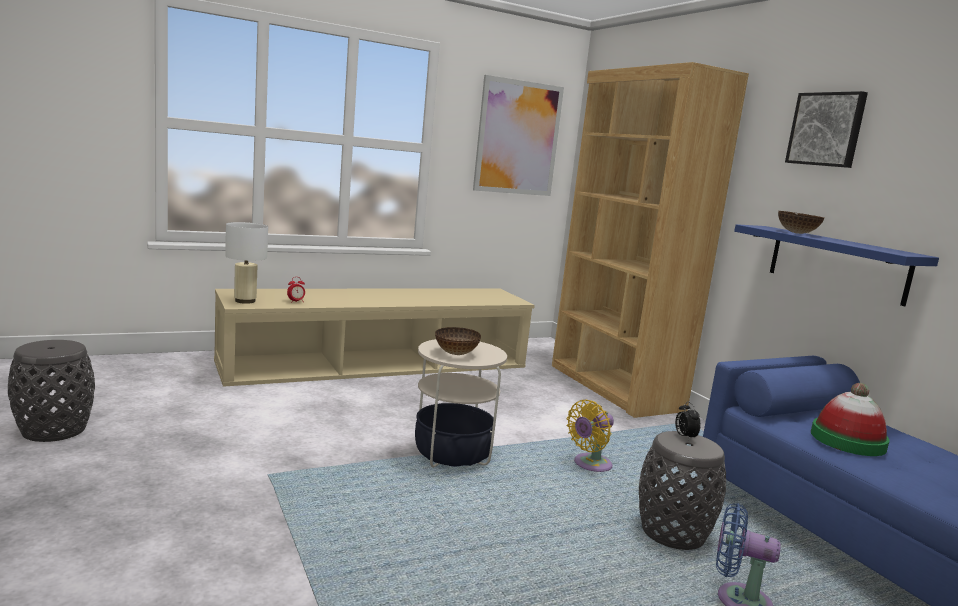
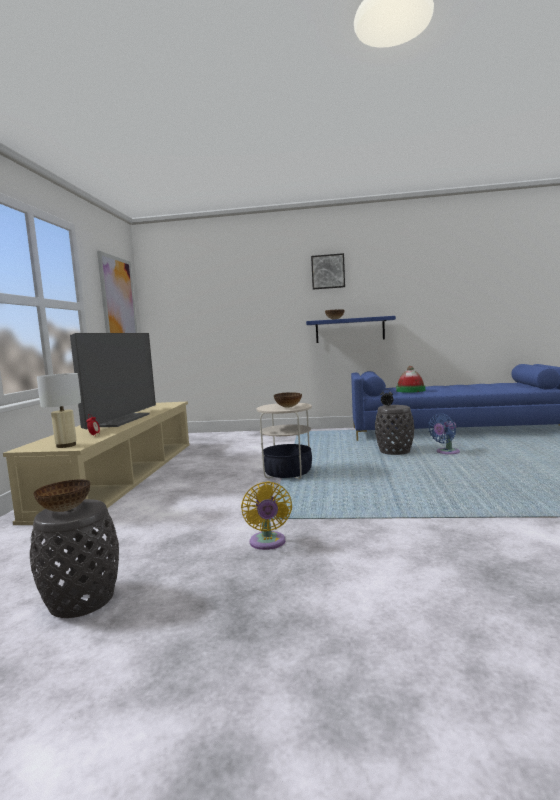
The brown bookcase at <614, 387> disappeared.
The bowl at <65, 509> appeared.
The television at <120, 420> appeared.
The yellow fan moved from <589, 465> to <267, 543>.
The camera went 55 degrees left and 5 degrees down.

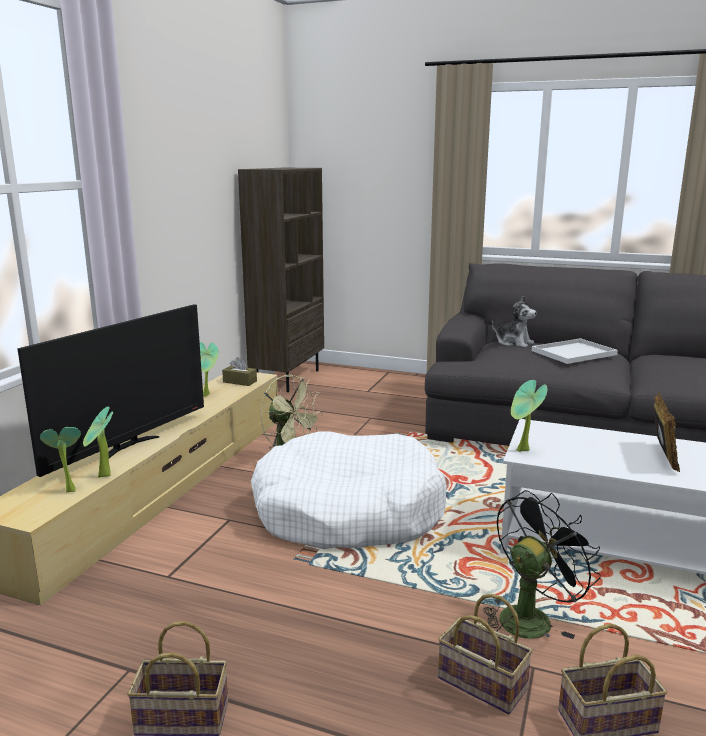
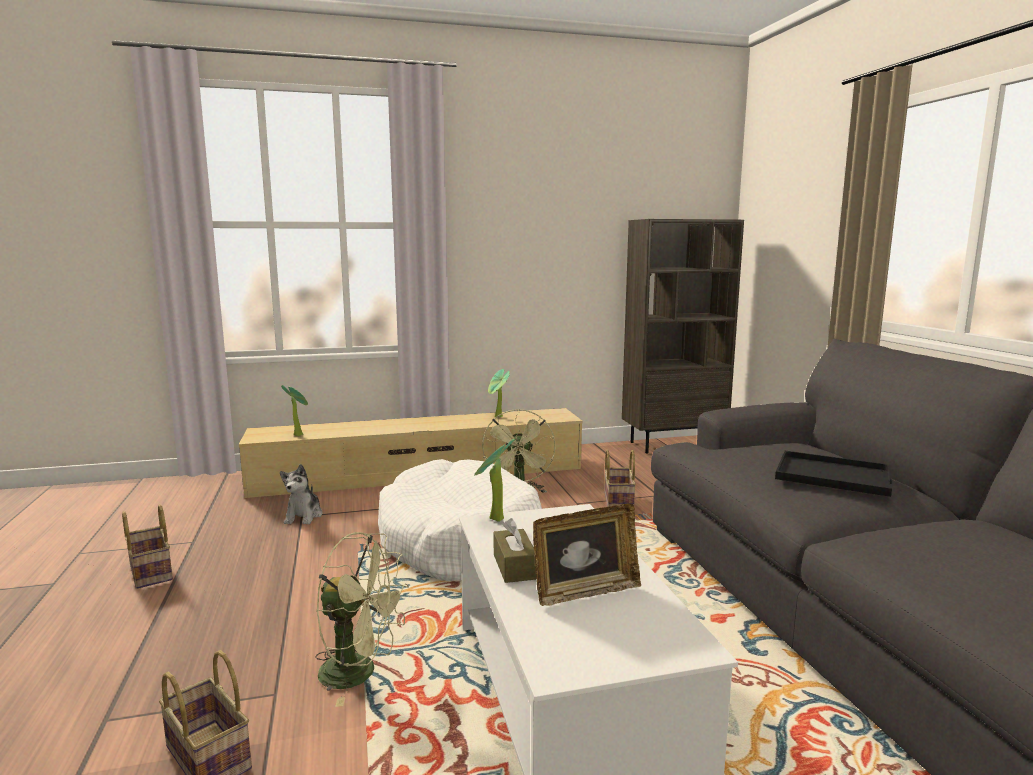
The television at <128, 446> disappeared.
The potted plant at <103, 477> disappeared.
The brown tissue box moved from <240, 381> to <514, 566>.
The basket moved from <479, 683> to <617, 501>.
The plush toy moved from <514, 343> to <304, 516>.
The black fan at <530, 616> became the green fan at <360, 673>.
The white tray at <574, 352> became the black tray at <835, 475>.
The camera went 55 degrees right and 5 degrees down.

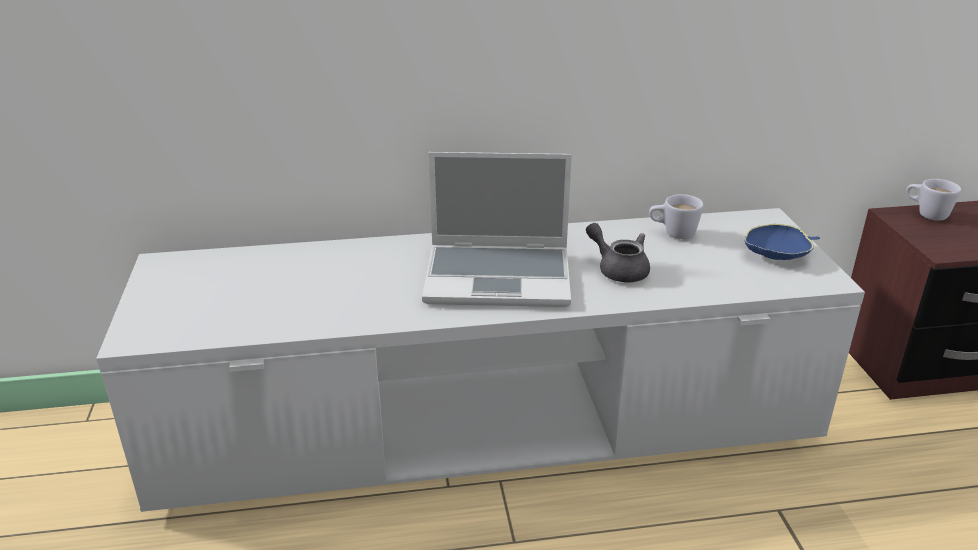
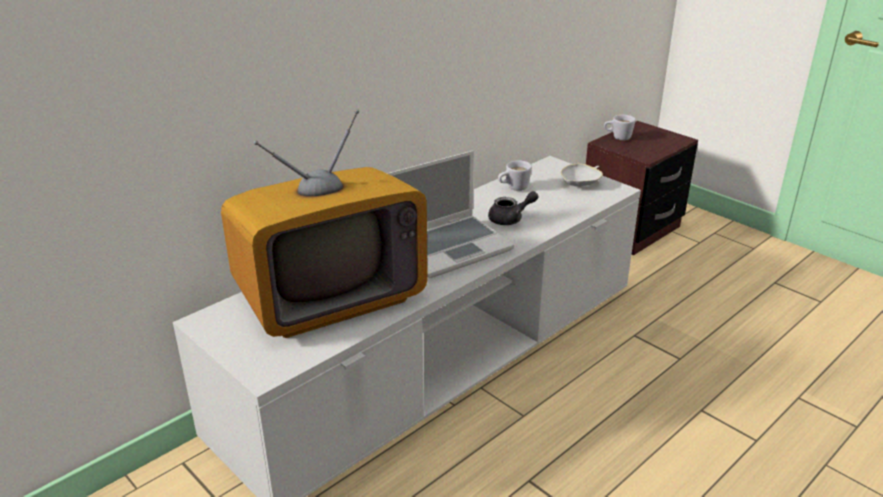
The television at <329, 296> appeared.
The blue bowl at <777, 255> became the white bowl at <580, 183>.
The grey teapot at <618, 269> turned 150 degrees clockwise.
The camera went 35 degrees left and 0 degrees up.

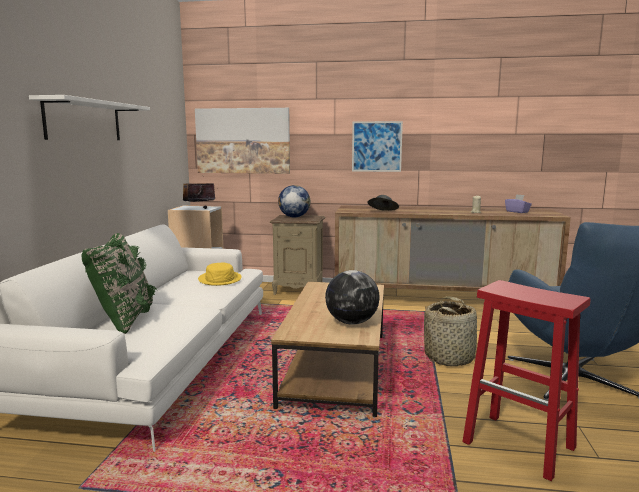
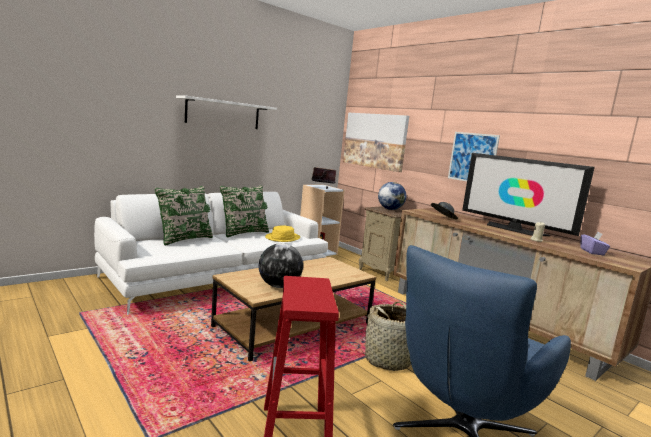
The green pillow at <244, 233> appeared.
The television at <514, 229> appeared.
The camera went 40 degrees right and 0 degrees up.

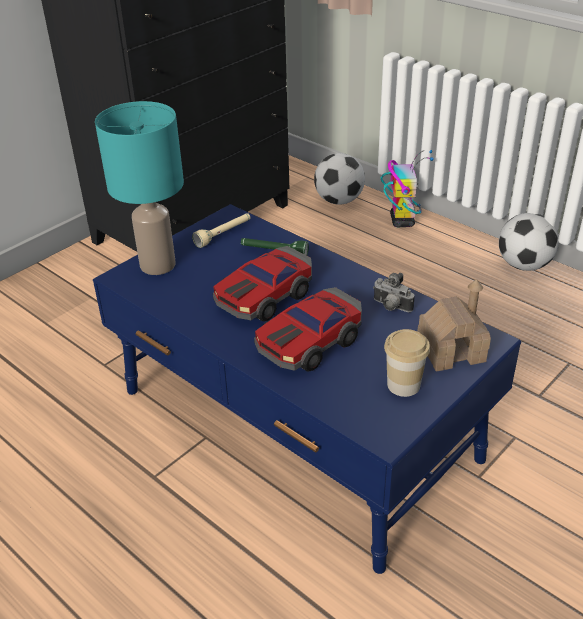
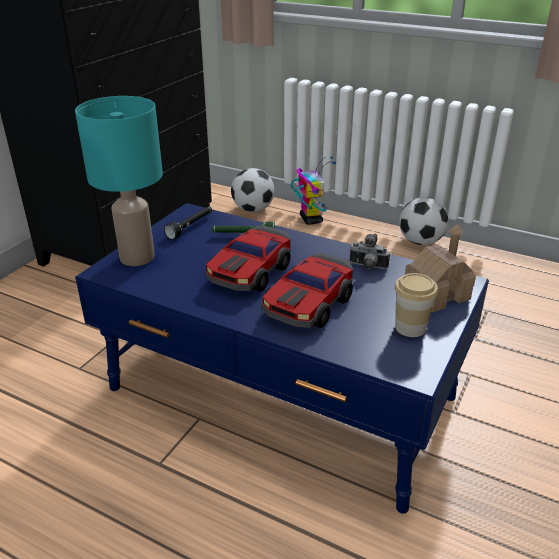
The beige flashlight at <223, 235> became the black flashlight at <191, 227>.
The camera went 15 degrees left and 5 degrees down.

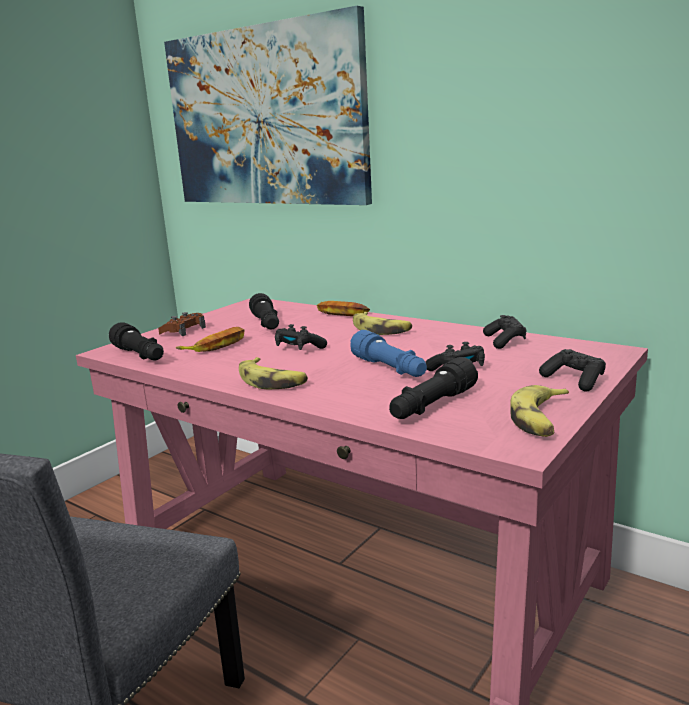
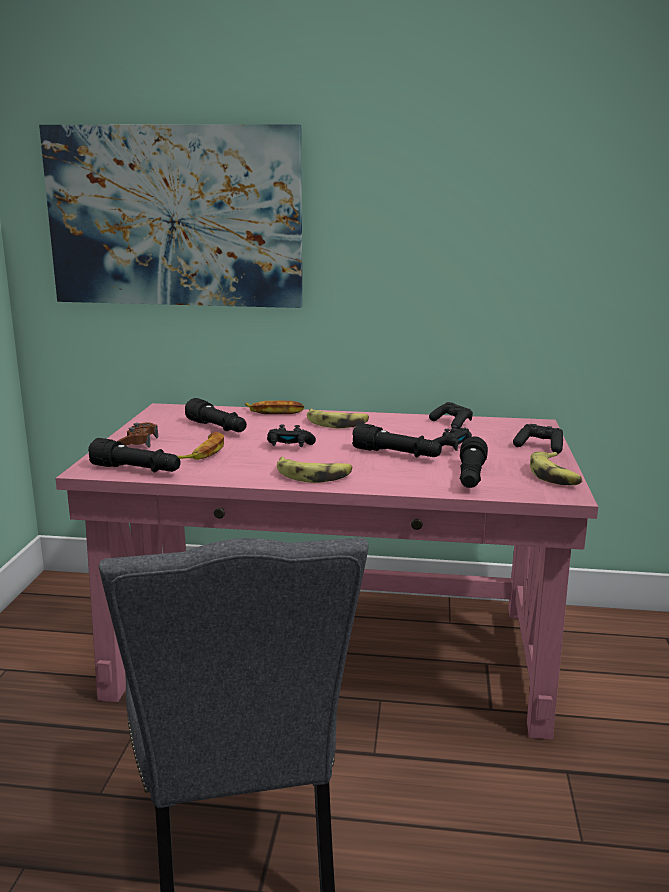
The blue flashlight at <390, 369> became the black flashlight at <397, 454>.
The camera went 30 degrees left and 0 degrees up.

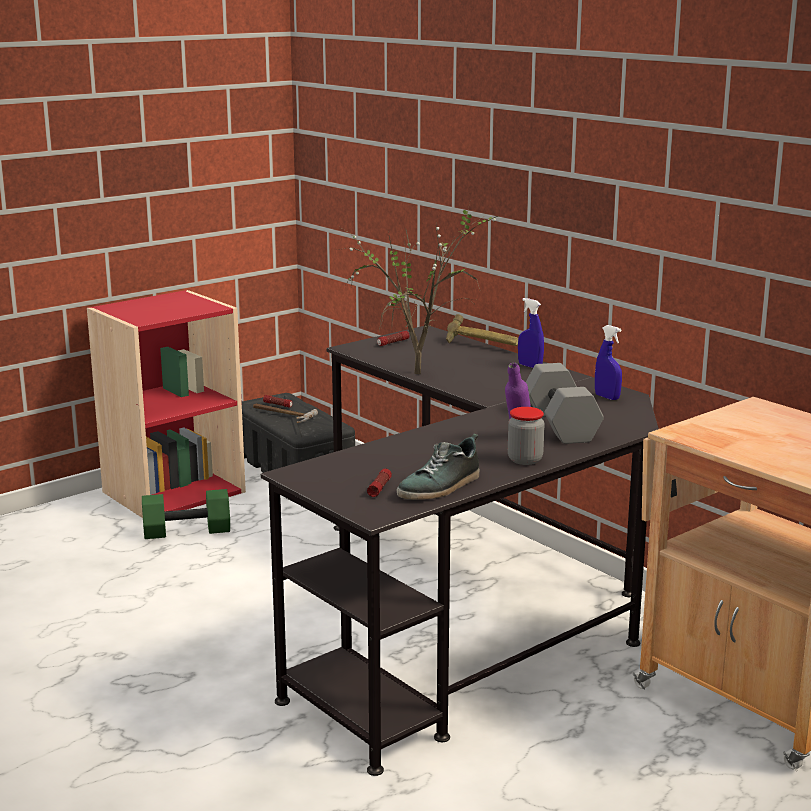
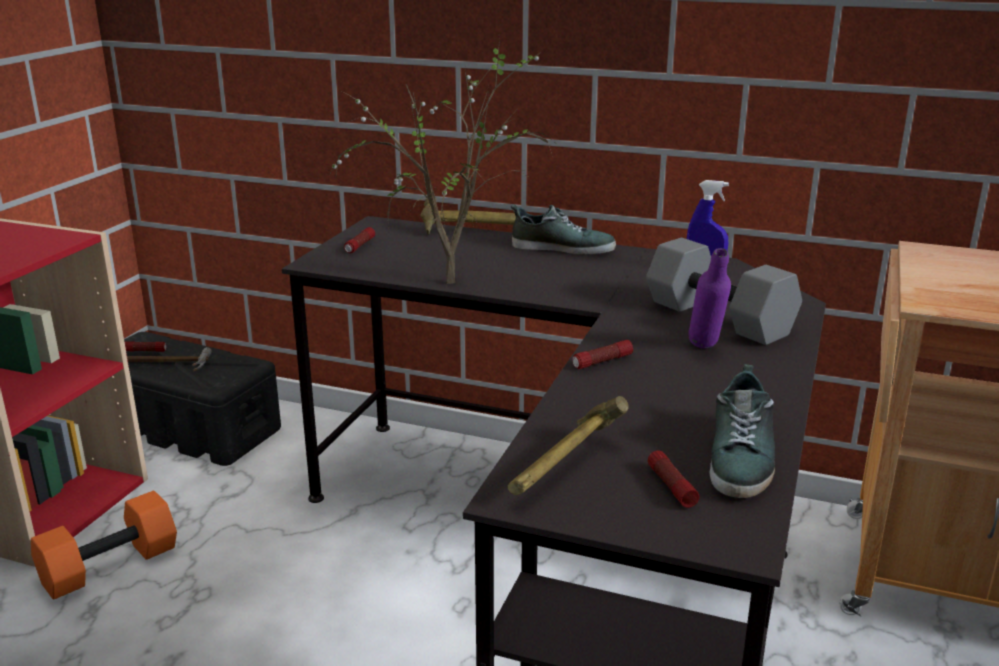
The jar at <525, 460> disappeared.
The hammer at <563, 469> appeared.
The flashlight at <602, 362> appeared.
The blue spray bottle at <530, 366> was replaced by the shoe at <562, 247>.
The green dumbbell at <188, 530> became the orange dumbbell at <110, 564>.
The camera went 30 degrees left and 5 degrees up.

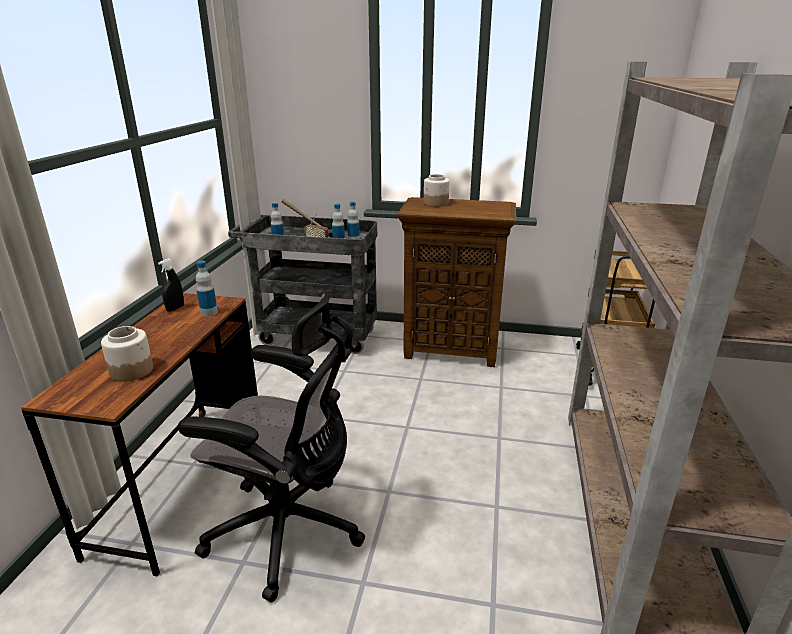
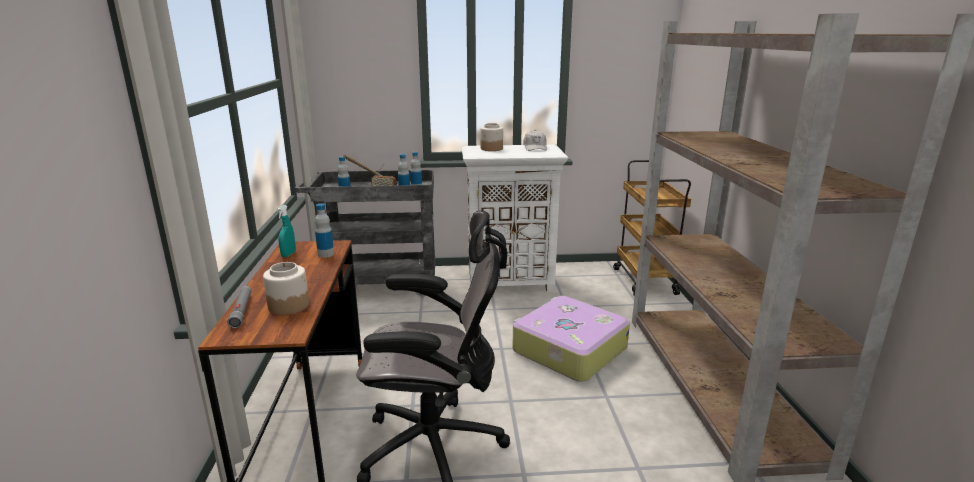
The grey flashlight at <242, 310> appeared.
The suitcase at <568, 349> appeared.
The white cap at <535, 148> appeared.
The black spray bottle at <175, 308> became the turquoise spray bottle at <288, 254>.
The brown cabinet at <452, 350> became the white cabinet at <511, 283>.
The camera went 15 degrees left and 5 degrees down.

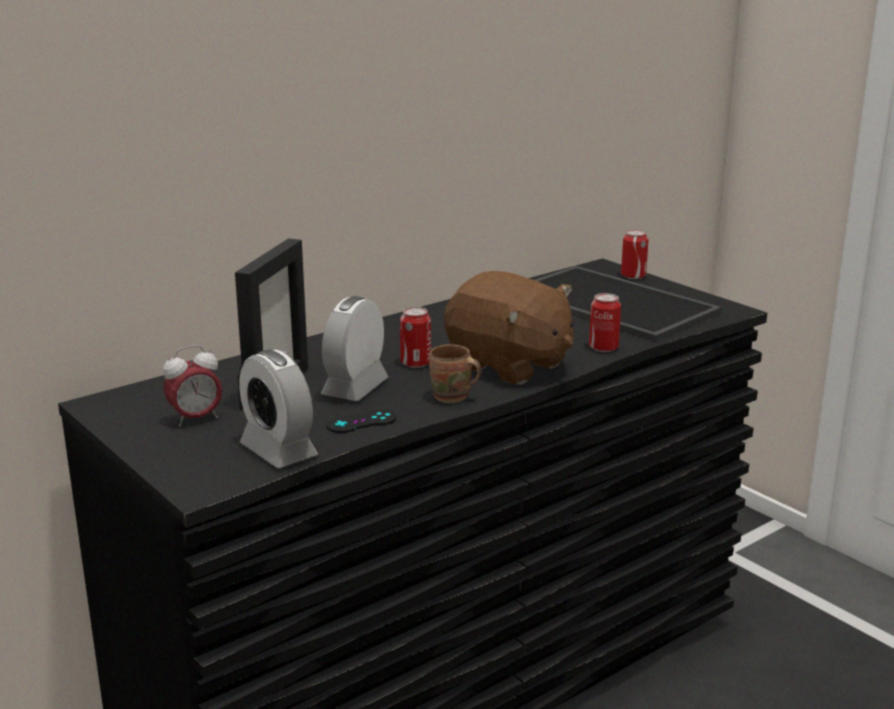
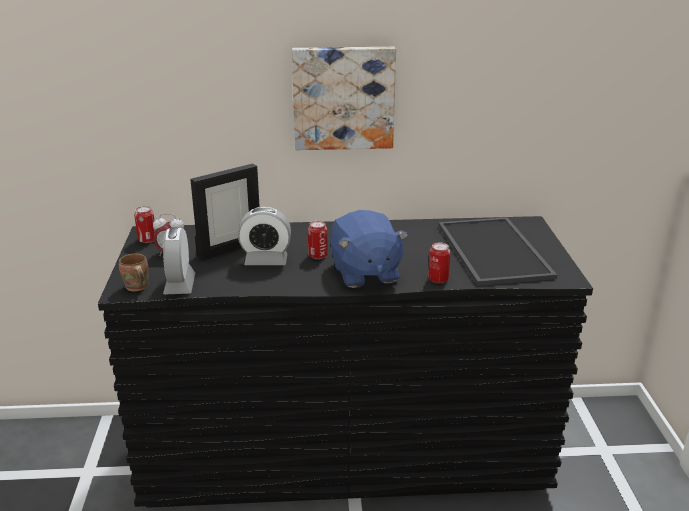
The black game controller at <361, 422> disappeared.
The picture at <343, 97> appeared.
The brown mug moved from <452, 398> to <136, 288>.
The can moved from <633, 276> to <147, 240>.
The brown plush toy at <508, 365> became the blue plush toy at <364, 273>.
The alarm clock at <355, 388> turned 150 degrees counterclockwise.
The camera went 35 degrees right and 5 degrees up.

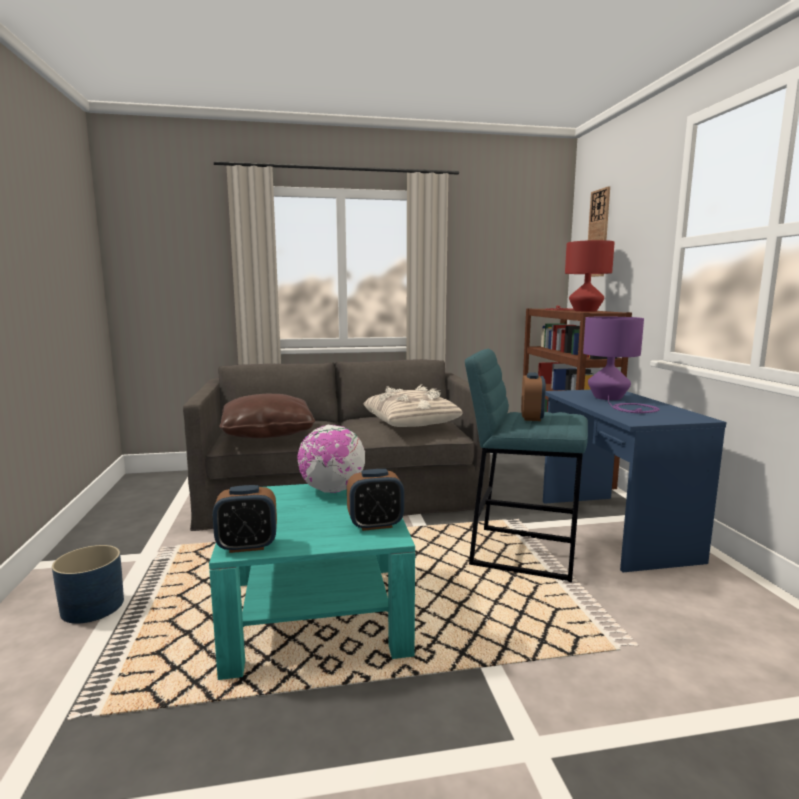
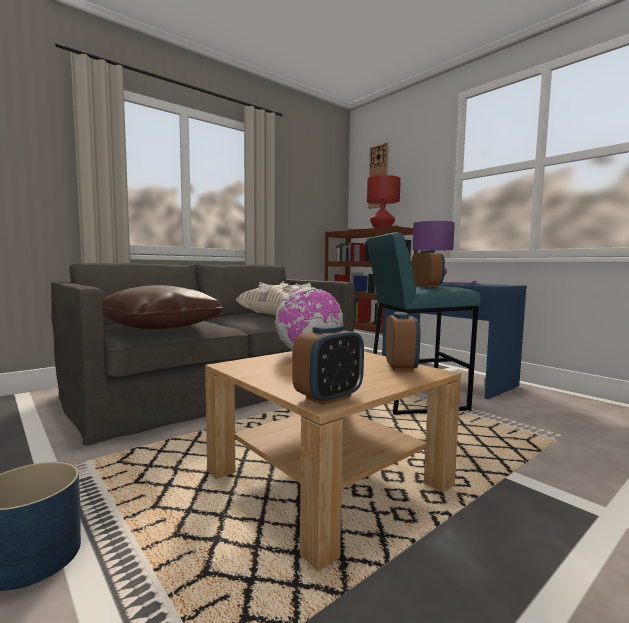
The turquoise coffee table at <316, 613> became the brown coffee table at <327, 479>.
The alarm clock at <375, 525> turned 45 degrees counterclockwise.
The camera went 30 degrees left and 5 degrees down.

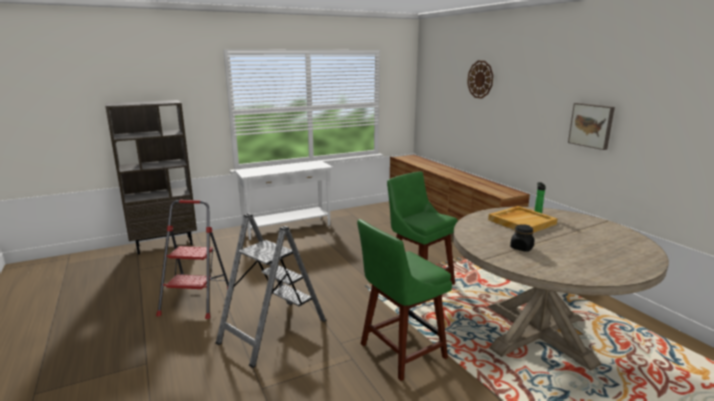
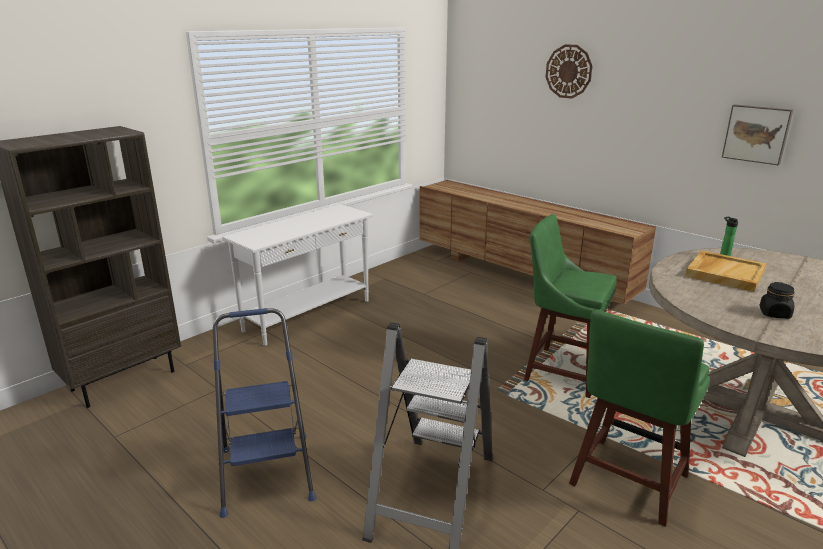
The red step ladder at <197, 299> became the blue step ladder at <267, 470>.
The camera went 20 degrees left and 5 degrees up.

